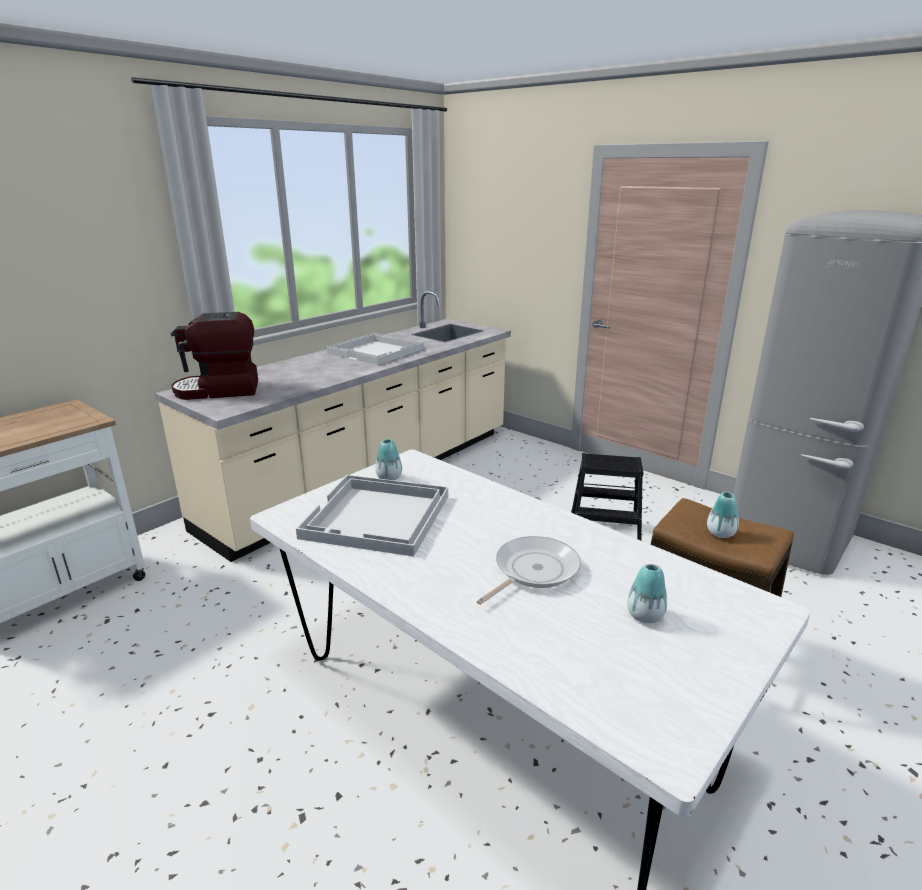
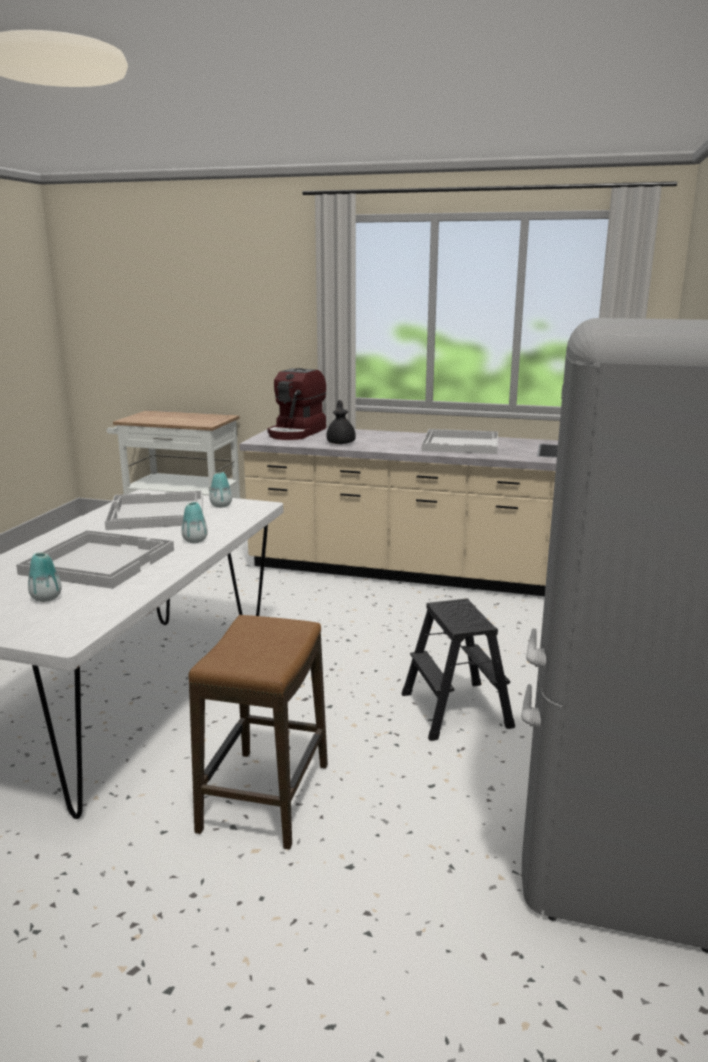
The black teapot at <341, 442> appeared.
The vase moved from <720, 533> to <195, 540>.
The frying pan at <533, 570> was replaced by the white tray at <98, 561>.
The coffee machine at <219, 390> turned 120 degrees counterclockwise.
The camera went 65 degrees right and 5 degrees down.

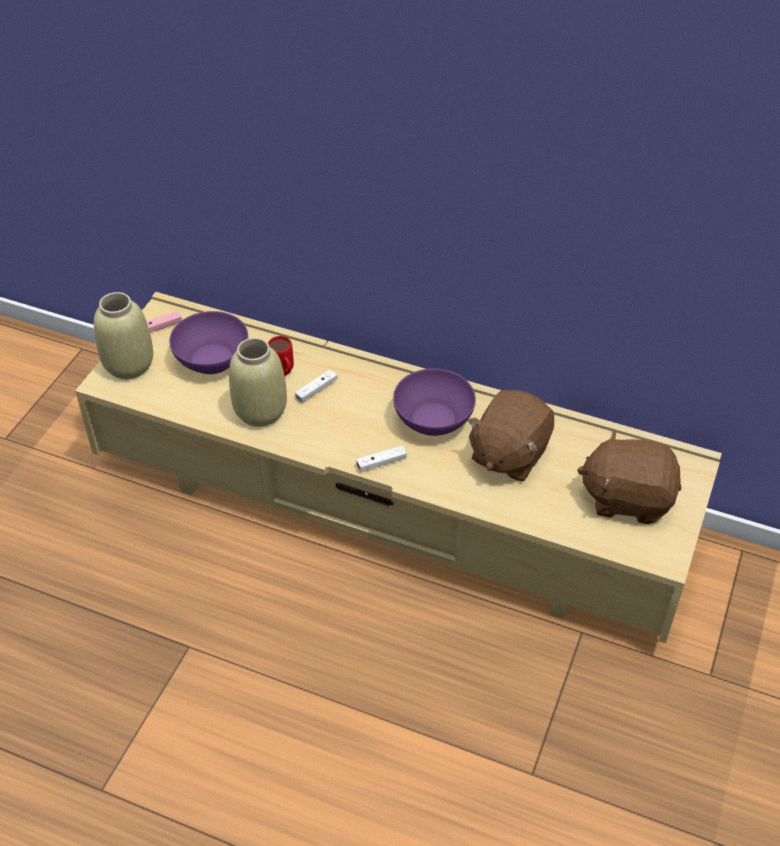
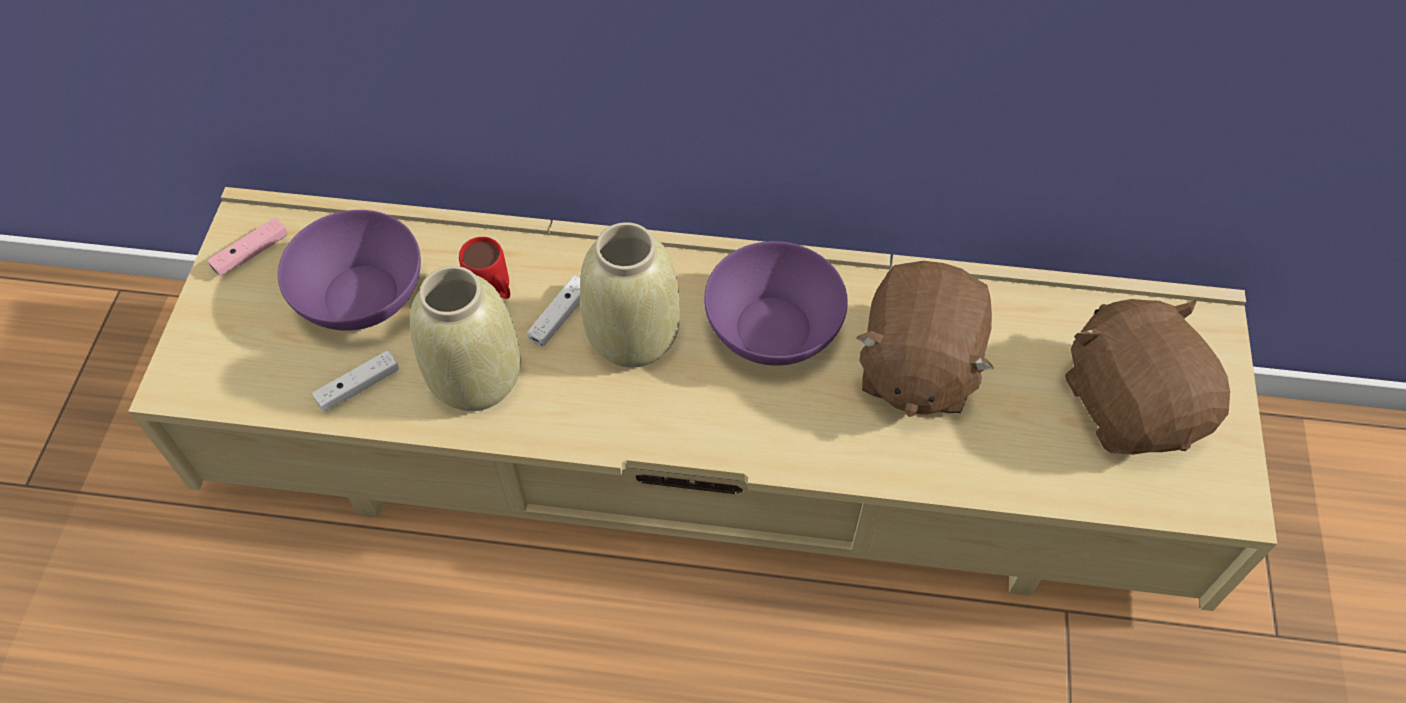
The beige vase moved from <128, 365> to <633, 338>.
The white game controller moved from <381, 462> to <359, 387>.
The brown plush toy at <627, 498> turned 75 degrees clockwise.
The camera went 15 degrees left and 10 degrees up.

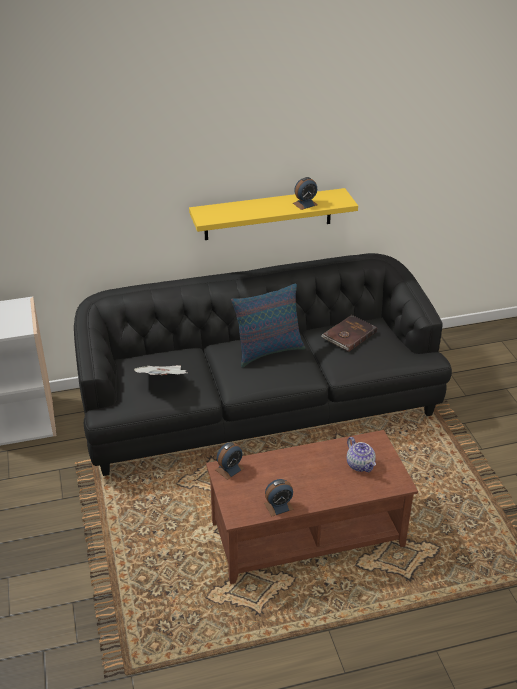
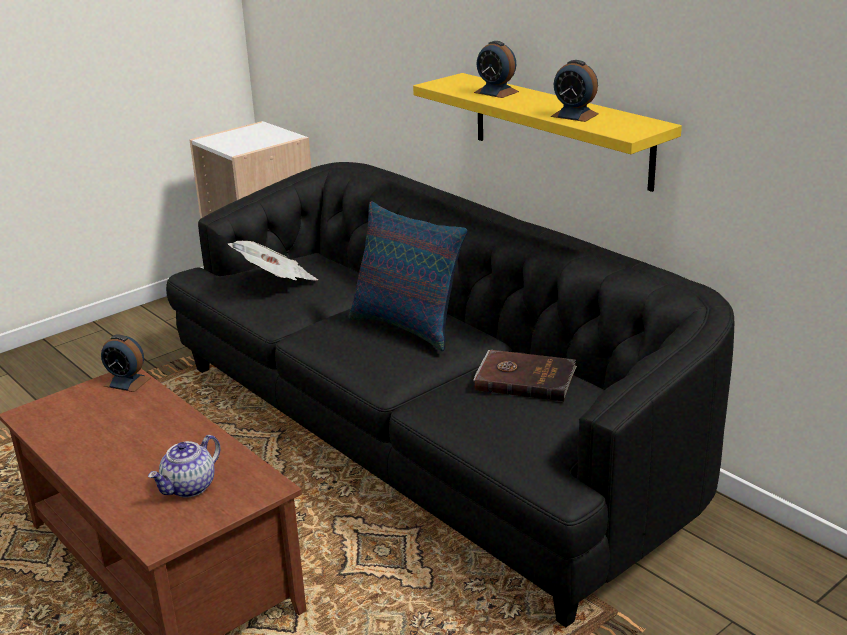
The alarm clock moved from <278, 506> to <496, 92>.
The camera went 65 degrees right and 10 degrees down.

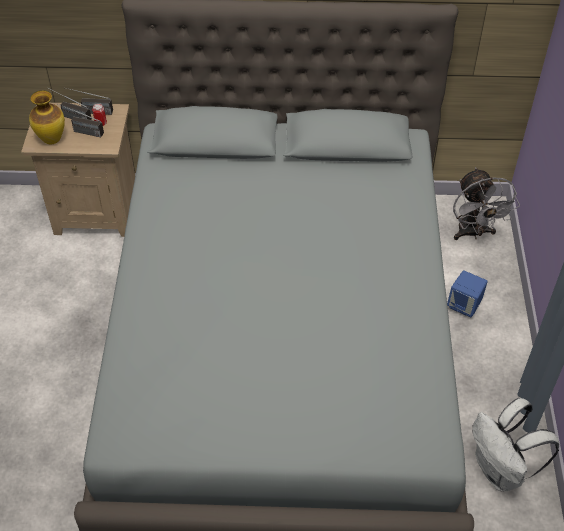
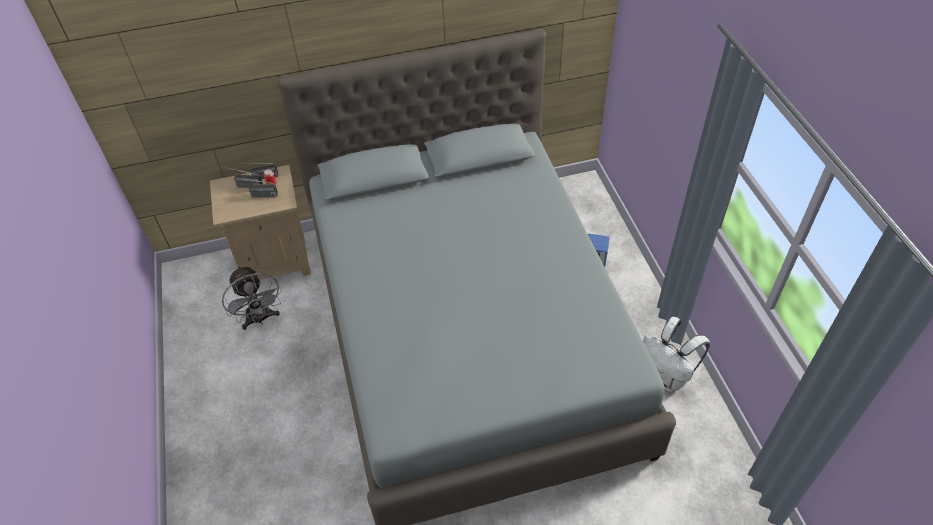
The vase at <51, 140> disappeared.
The grey fan moved from <473, 233> to <260, 319>.
The camera went 15 degrees left and 0 degrees up.

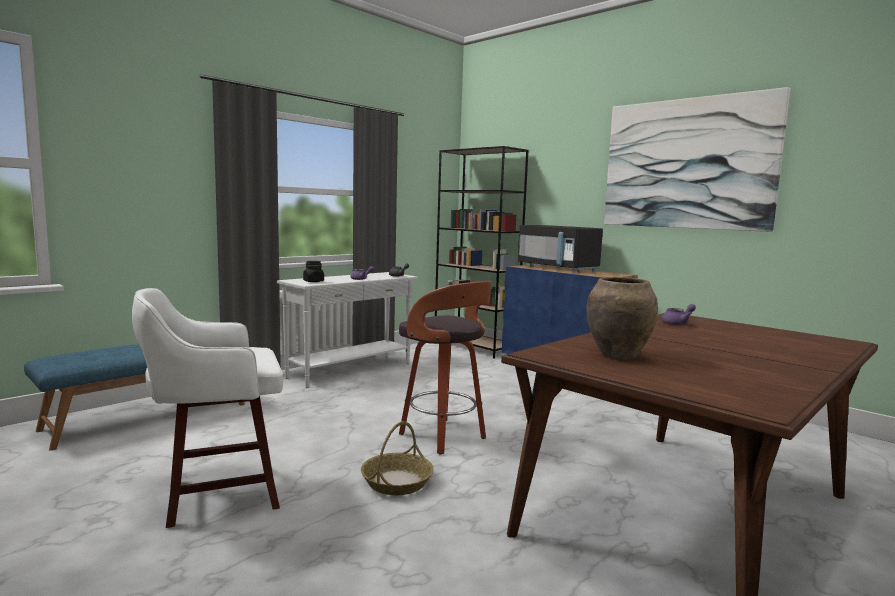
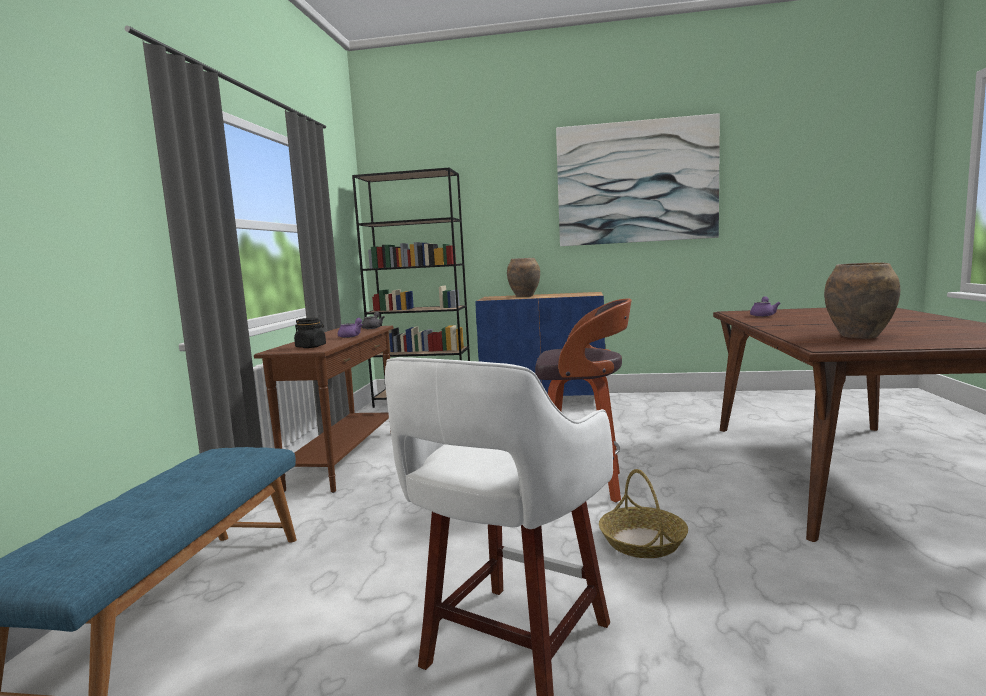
The black microwave at <557, 268> was replaced by the brown vase at <524, 296>.
The white console table at <350, 370> became the brown console table at <344, 459>.
The camera went 35 degrees left and 0 degrees up.

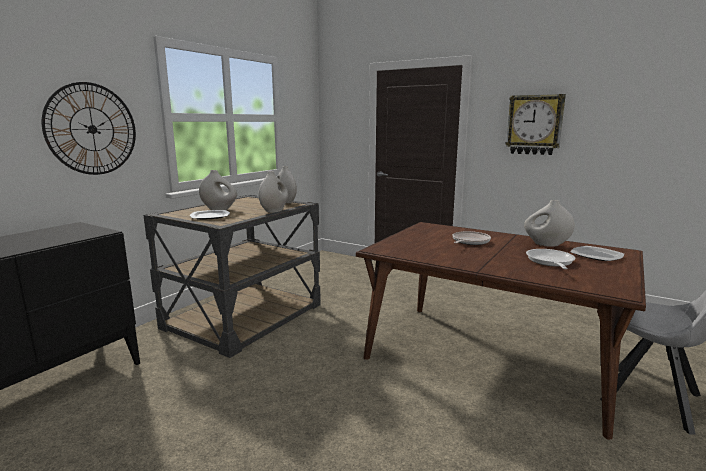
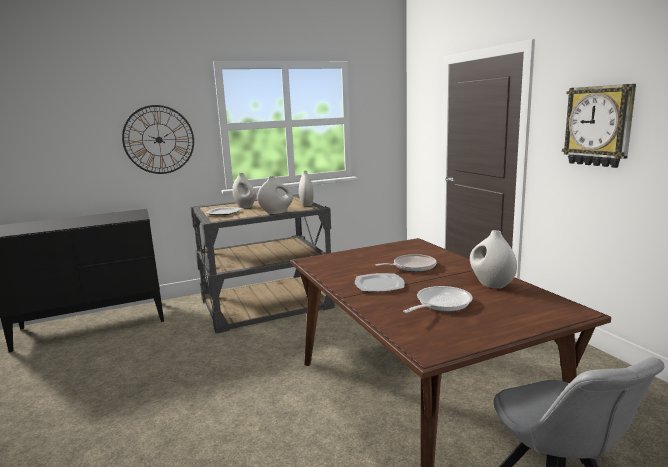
The plate moved from <596, 255> to <379, 284>.
The camera went 35 degrees right and 0 degrees up.

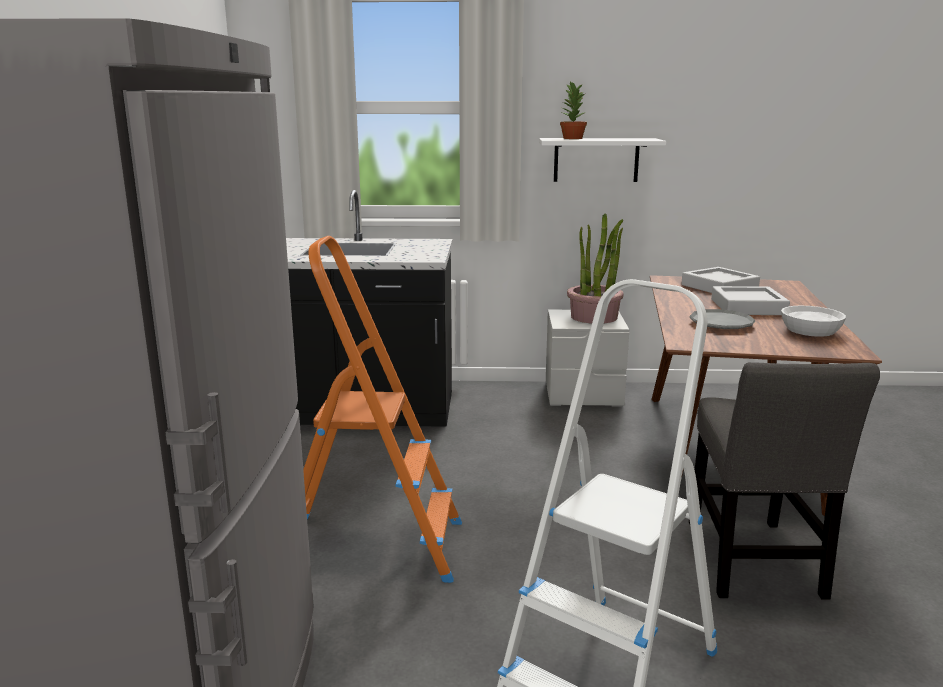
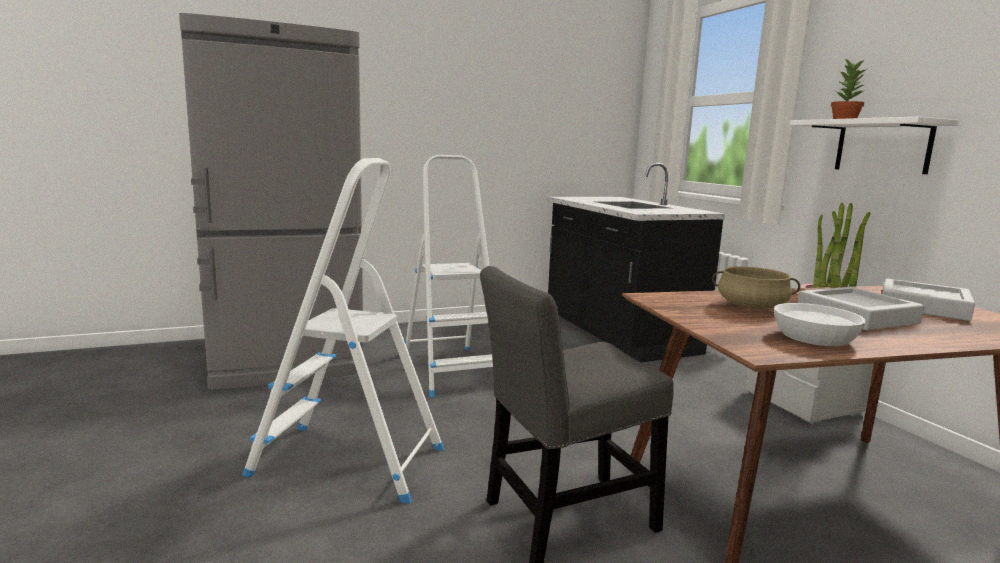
The grey plate at <721, 324> was replaced by the beige cooking pot at <751, 307>.
The orange step ladder at <373, 547> became the white step ladder at <451, 370>.
The camera went 65 degrees right and 5 degrees down.

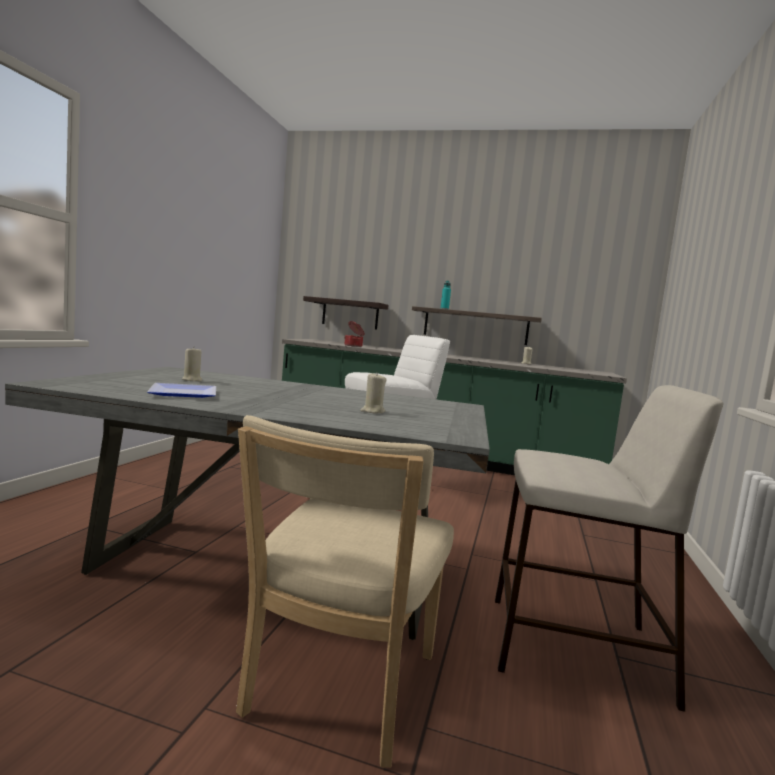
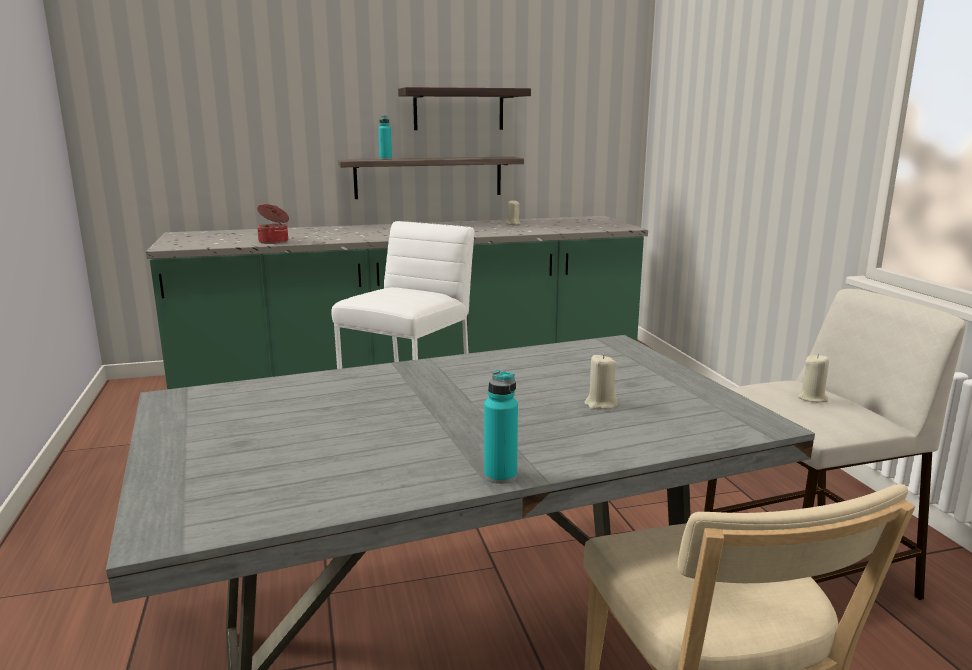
The plate at <186, 393> disappeared.
The turquoise bottle at <500, 476> appeared.
The beige candle moved from <192, 380> to <812, 398>.
The shelf moved from <350, 314> to <458, 109>.
The camera went 30 degrees left and 10 degrees up.

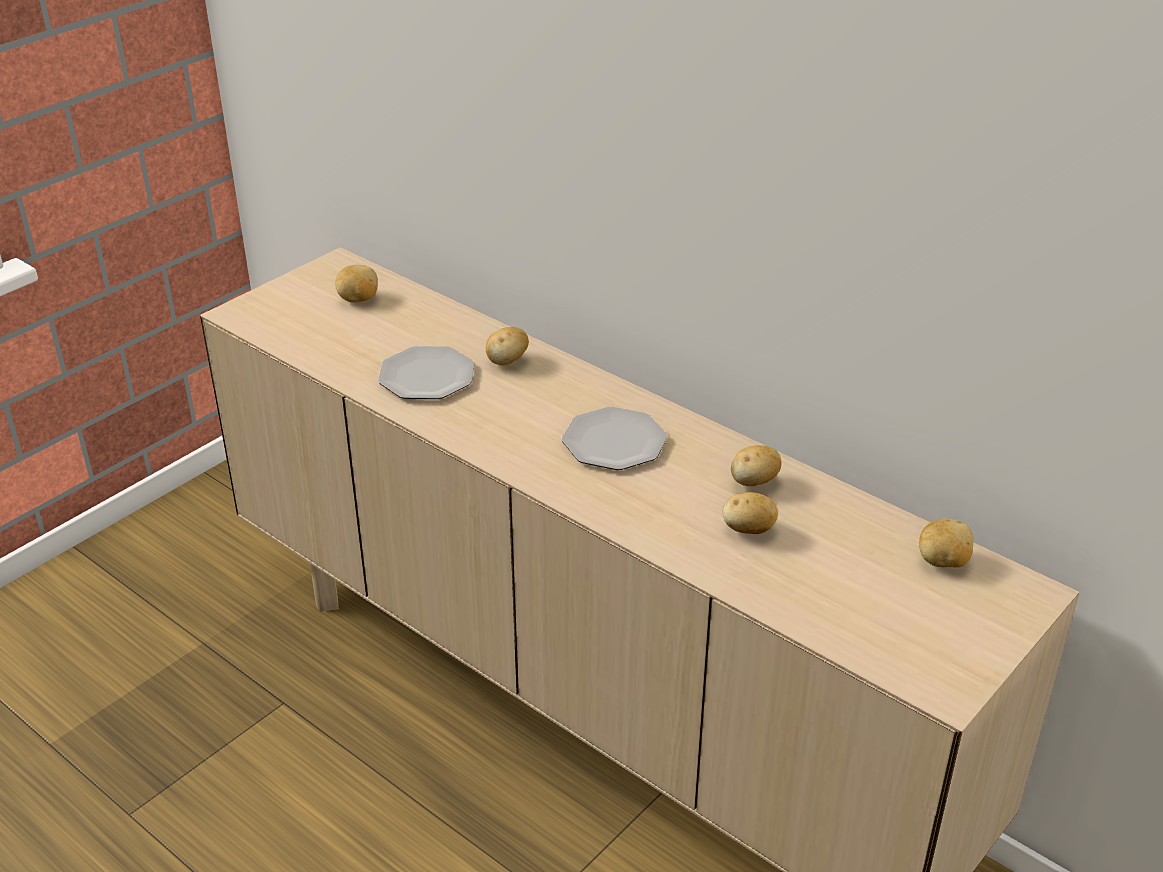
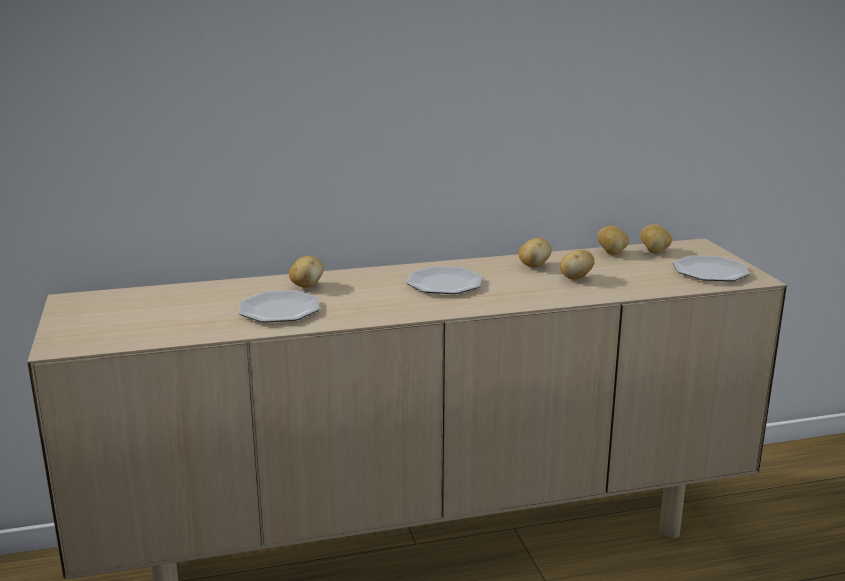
The plate at <711, 272> appeared.
The potato moved from <358, 299> to <612, 253>.
The camera went 55 degrees left and 15 degrees down.

